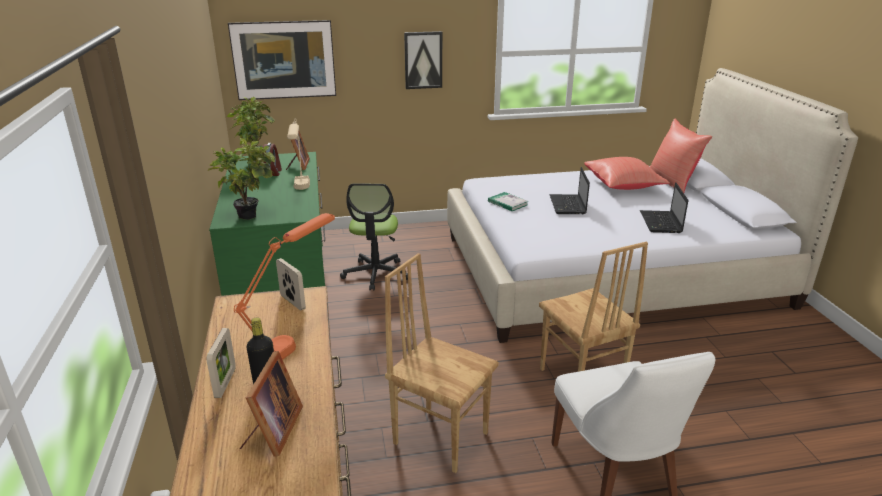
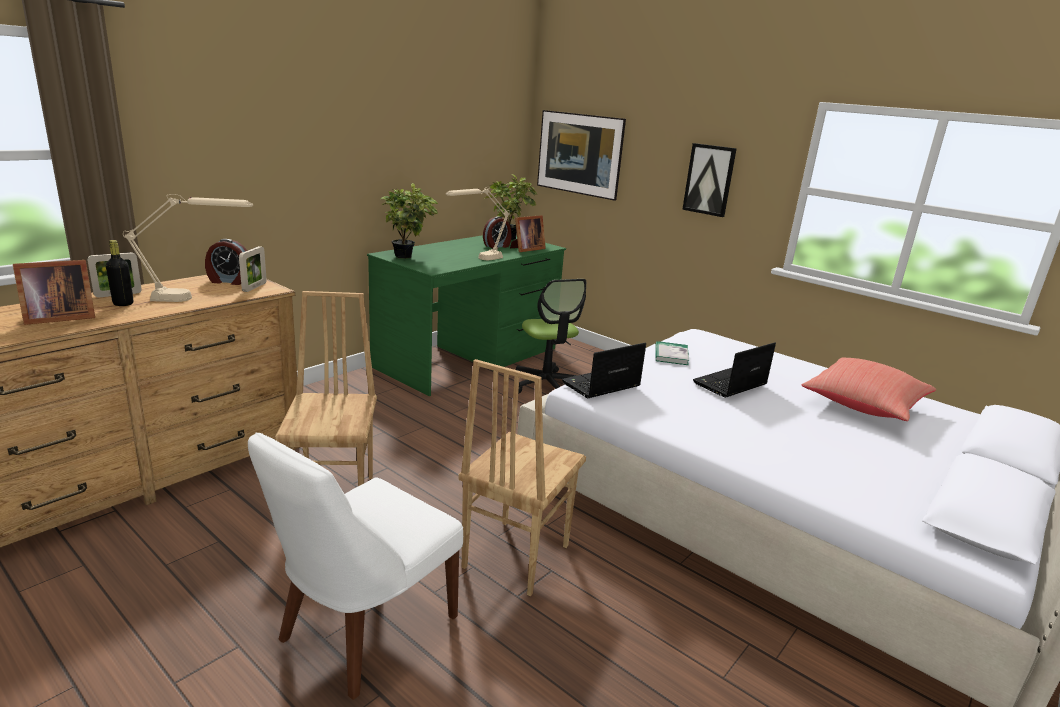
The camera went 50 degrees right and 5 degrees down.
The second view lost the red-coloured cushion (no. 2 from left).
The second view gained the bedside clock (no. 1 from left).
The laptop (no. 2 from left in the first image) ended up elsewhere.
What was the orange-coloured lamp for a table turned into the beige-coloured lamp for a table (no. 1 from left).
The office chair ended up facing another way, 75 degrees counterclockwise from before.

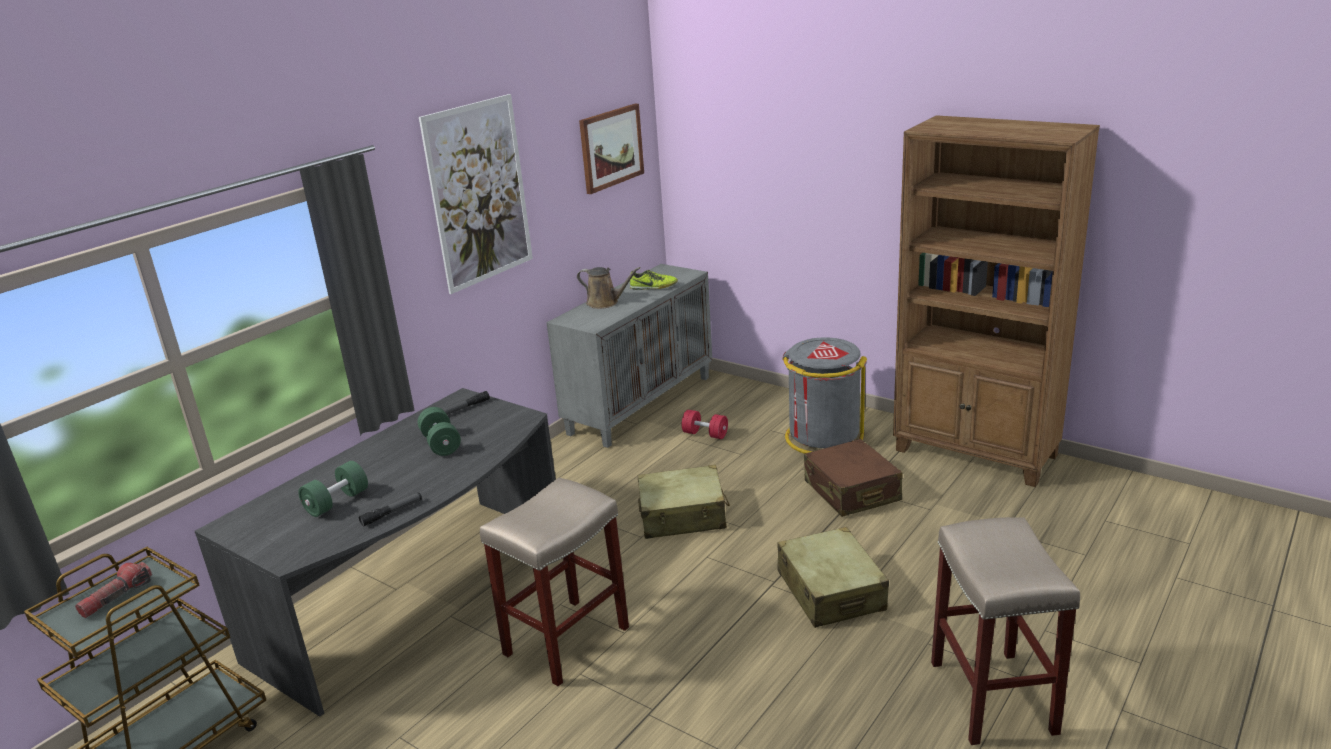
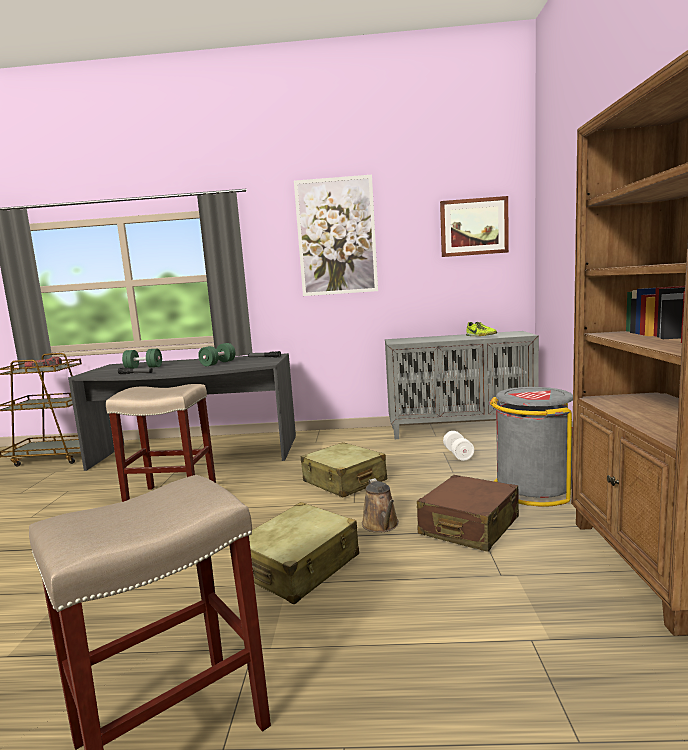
The camera went 55 degrees right and 15 degrees down.
The brown watering pot ended up elsewhere.
What was the red-coloured hand weight turned into the white-coloured hand weight.

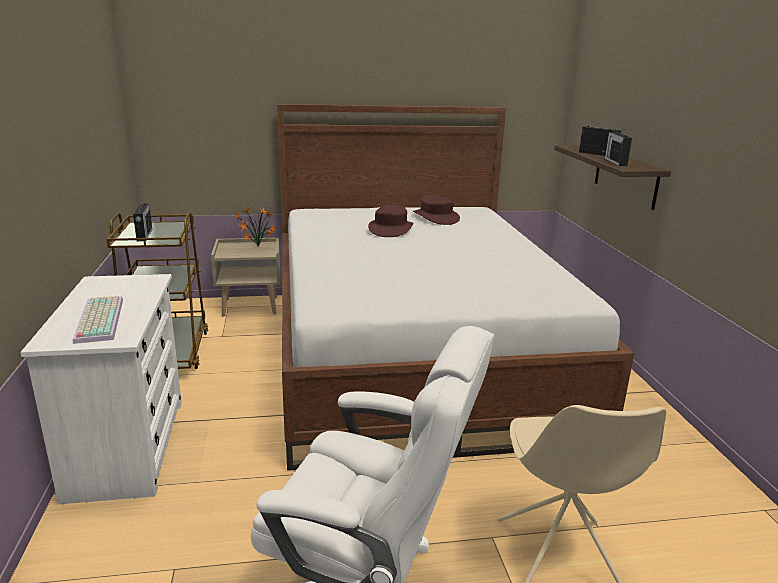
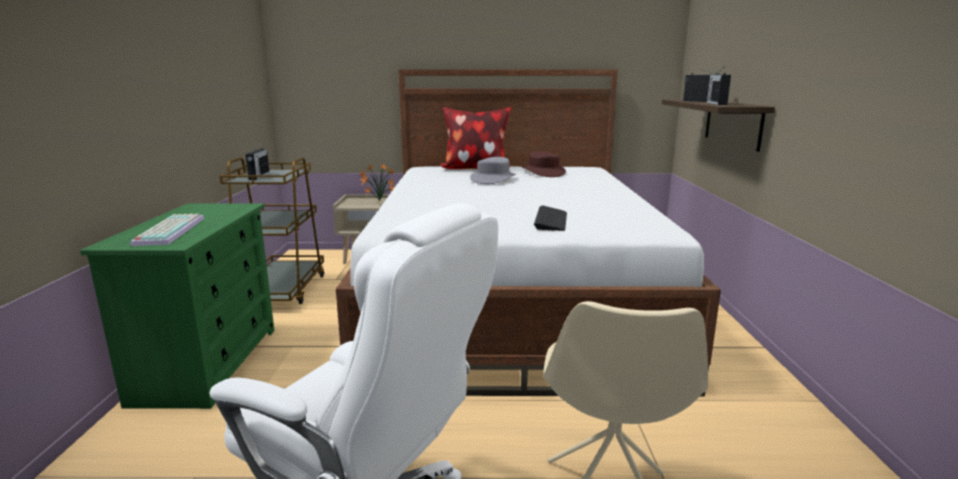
The camera went 10 degrees right and 5 degrees down.
The second view gained the cushion.
The second view gained the PC keyboard (no. 2 from left).
What was the white-coloured dresser turned into the green dresser.
What was the brown hat (no. 1 from left) turned into the grey hat.

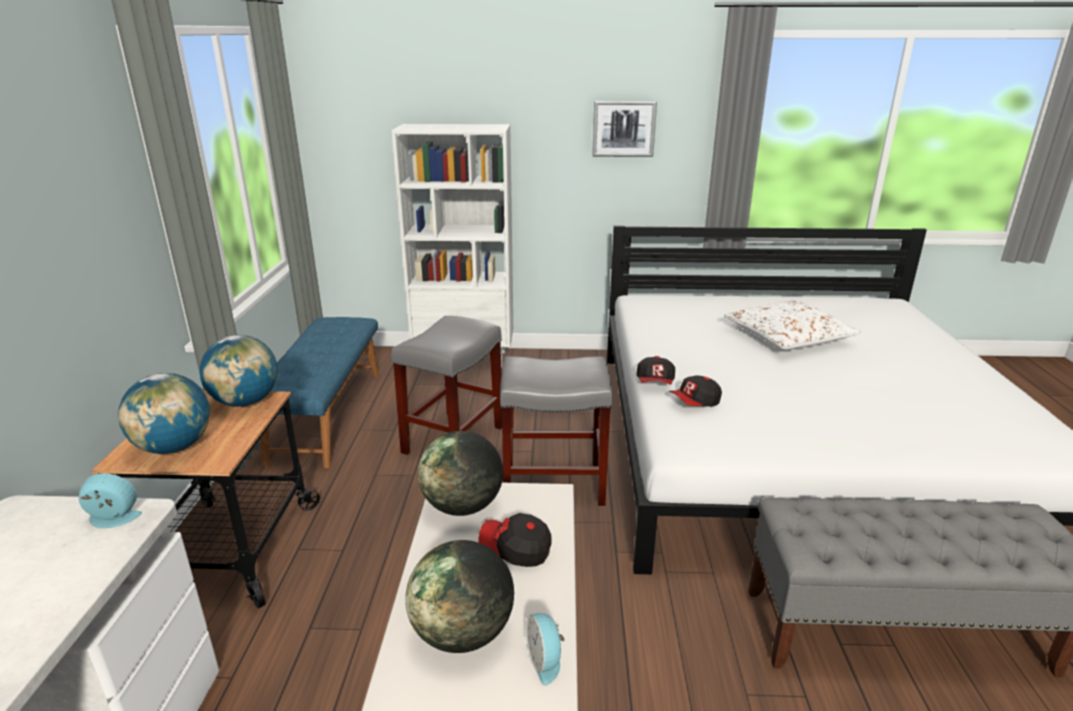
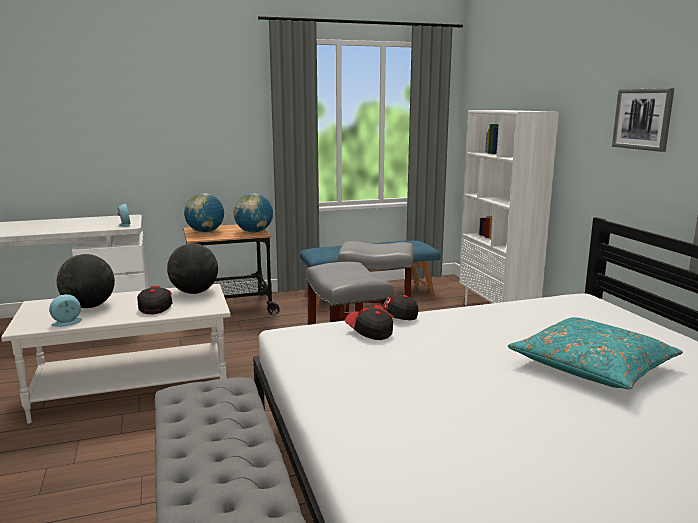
The camera went 70 degrees right and 10 degrees down.
What was the white-coloured cushion turned into the blue-green cushion.

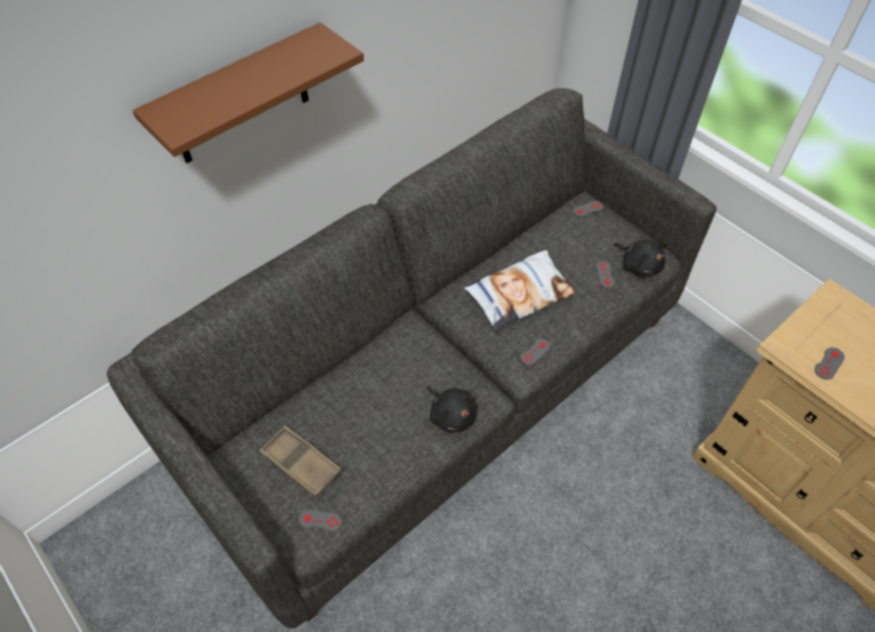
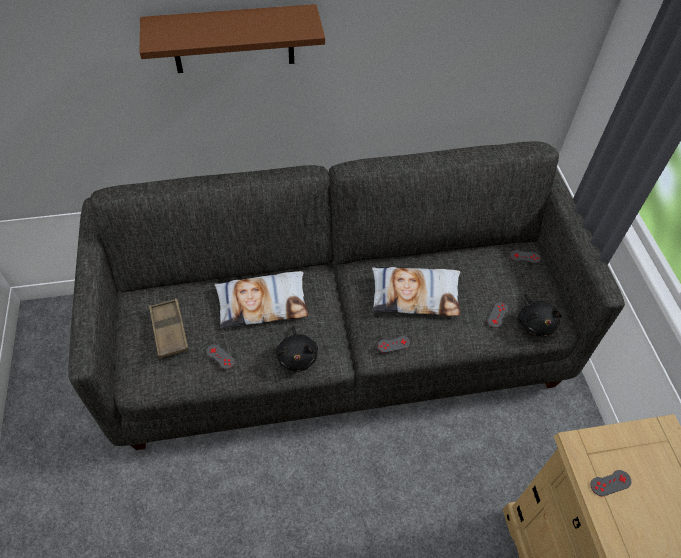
The camera went 30 degrees right and 0 degrees up.
The second view gained the cushion (no. 1 from left).
The grey joypad (no. 1 from left) ended up elsewhere.

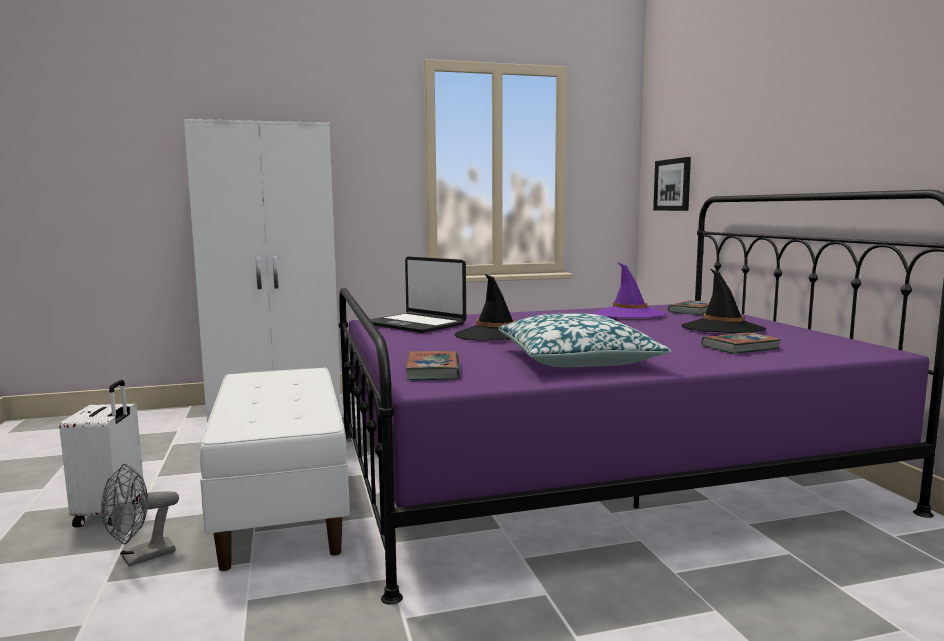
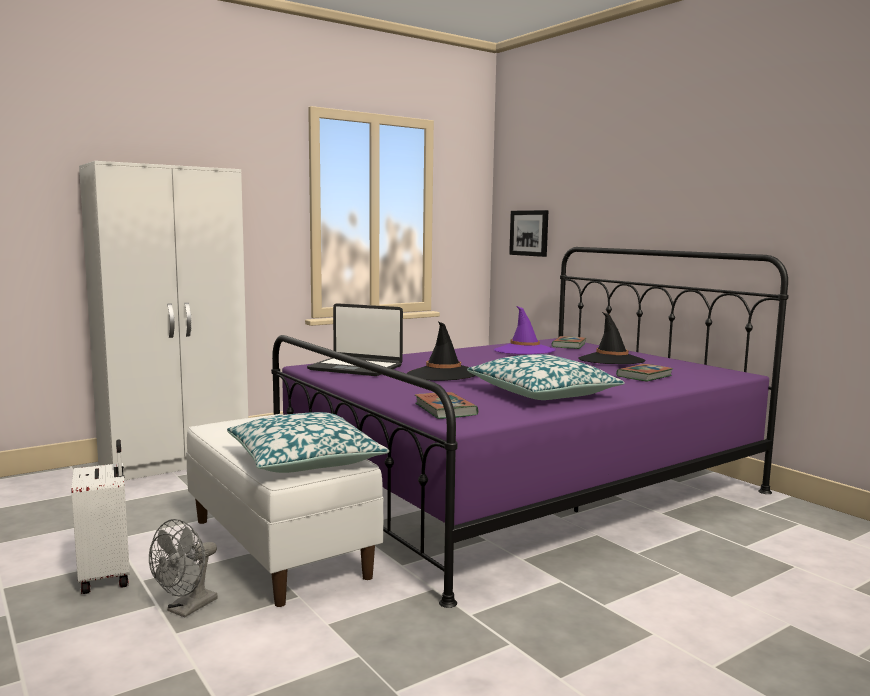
The camera went 20 degrees left and 0 degrees up.
The second view gained the cushion (no. 1 from left).

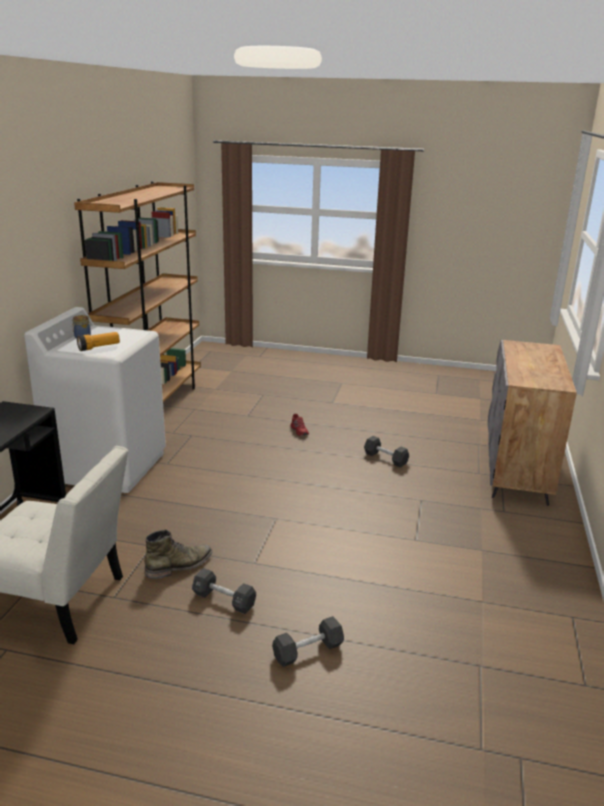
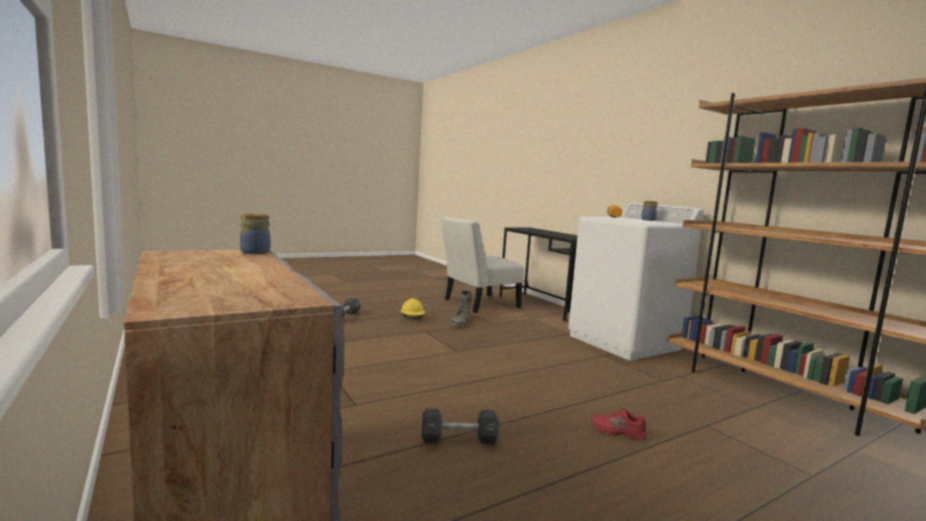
The camera went 135 degrees right and 15 degrees down.
The second view gained the preserve jar (no. 1 from left).
Where the black-coloured hand weight (no. 1 from left) stood, the yellow safety helmet came to stand.

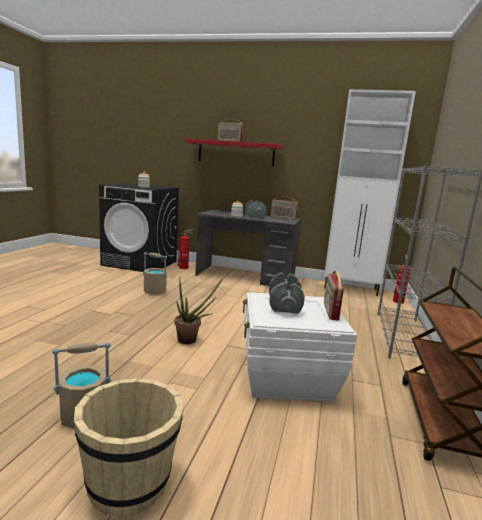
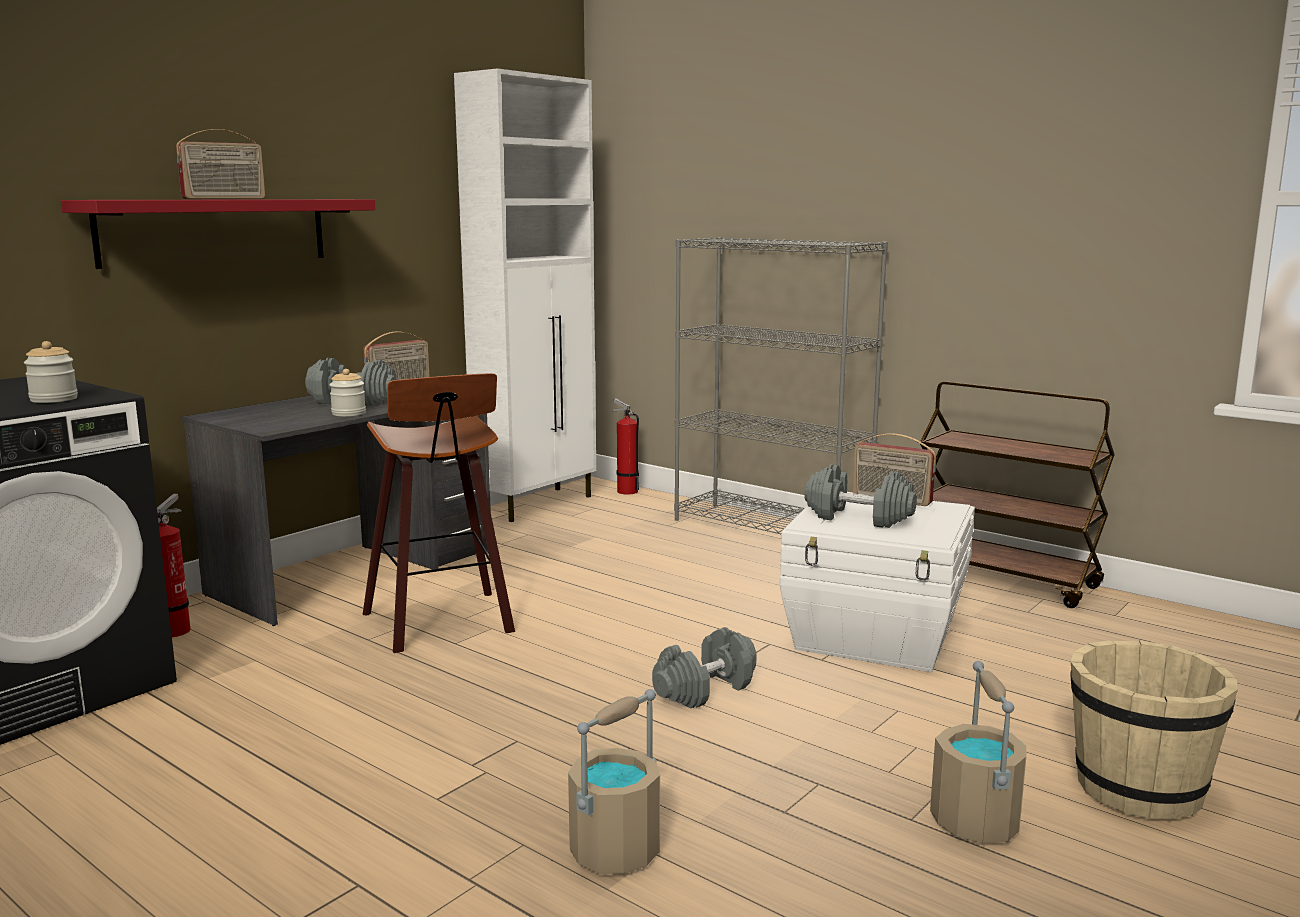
The camera went 65 degrees left and 0 degrees up.
The second view gained the stool.
The beige-coloured bucket (no. 3 from left in the first image) ended up elsewhere.
Where the potted plant stood, the grey hand weight (no. 2 from left) came to stand.

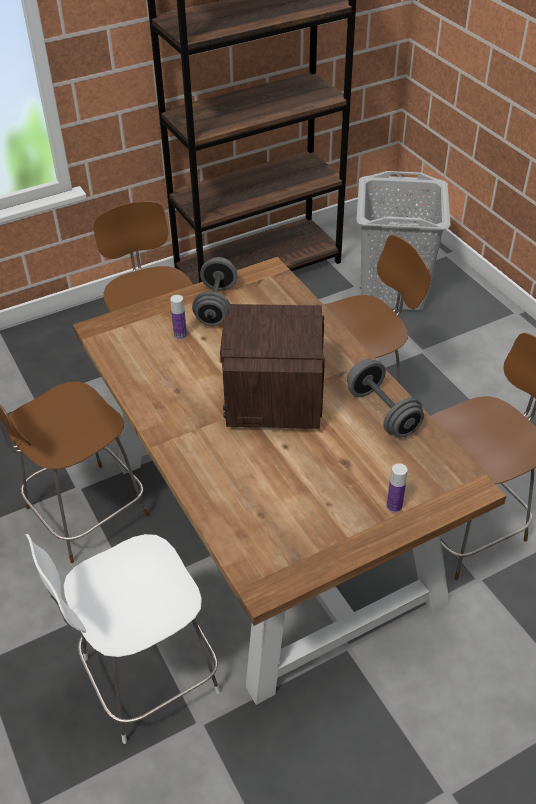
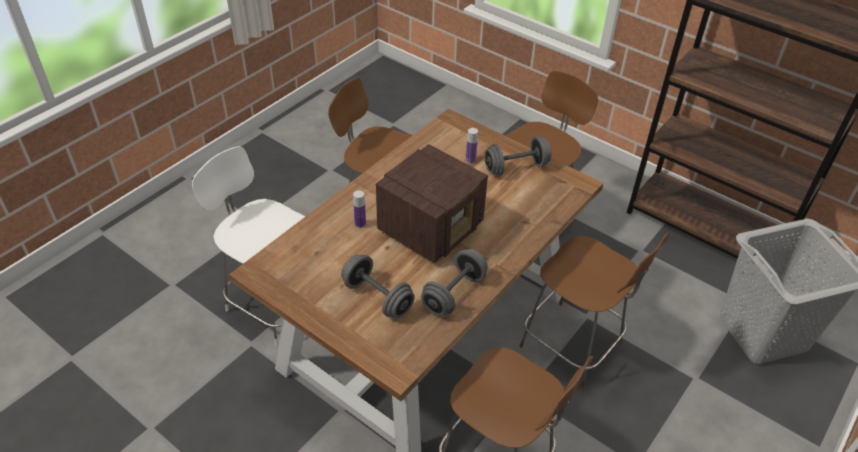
The camera went 65 degrees right and 0 degrees up.
The second view gained the grey hand weight (no. 1 from left).
The beverage bottle (no. 2 from left in the first image) ended up elsewhere.
The radio ended up facing another way, 150 degrees clockwise from before.

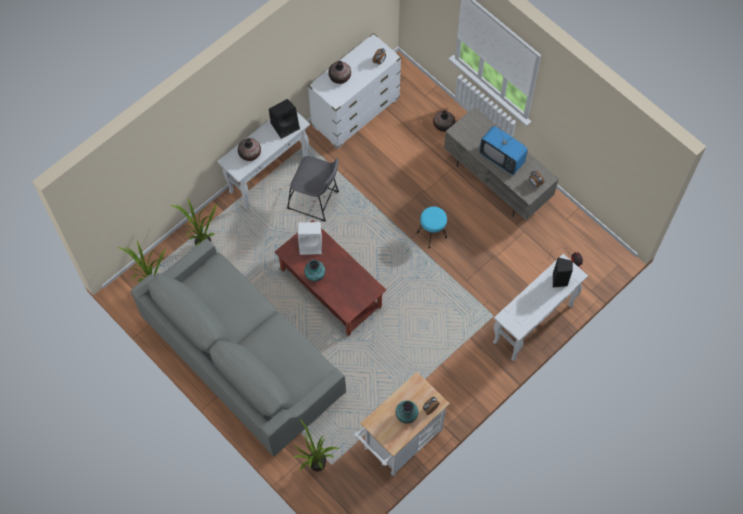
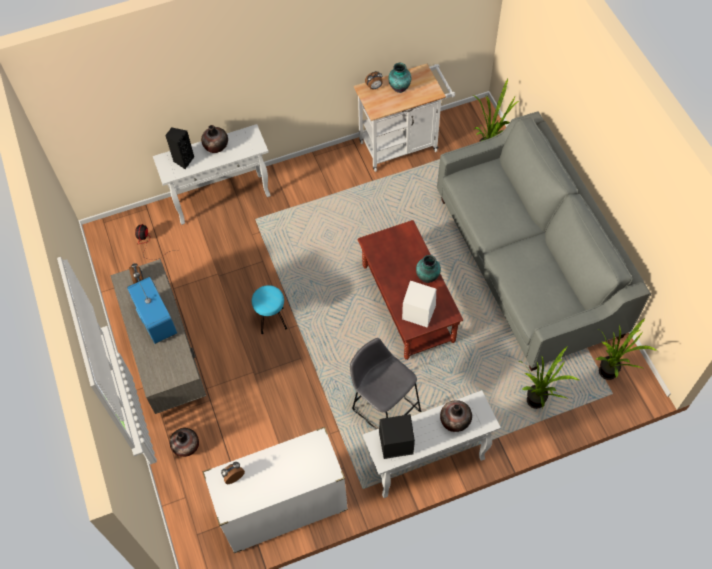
The camera went 155 degrees left and 5 degrees down.
The decorative vase (no. 3 from left in the first image) ended up elsewhere.

